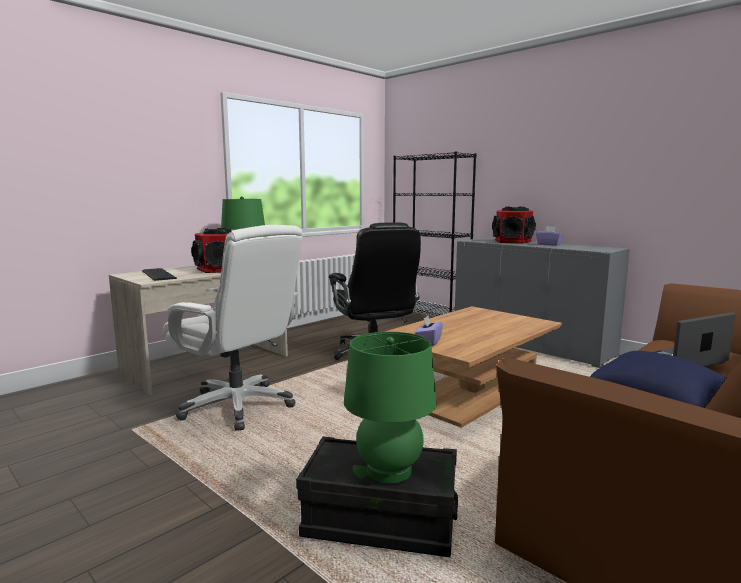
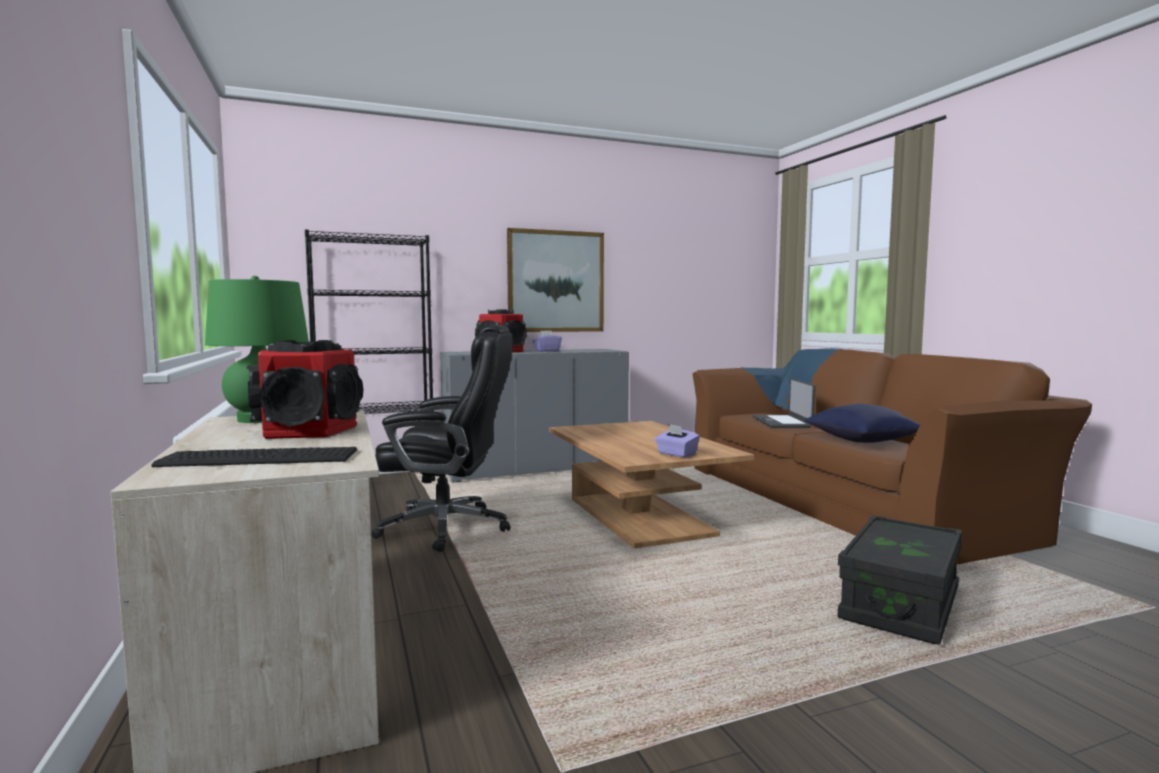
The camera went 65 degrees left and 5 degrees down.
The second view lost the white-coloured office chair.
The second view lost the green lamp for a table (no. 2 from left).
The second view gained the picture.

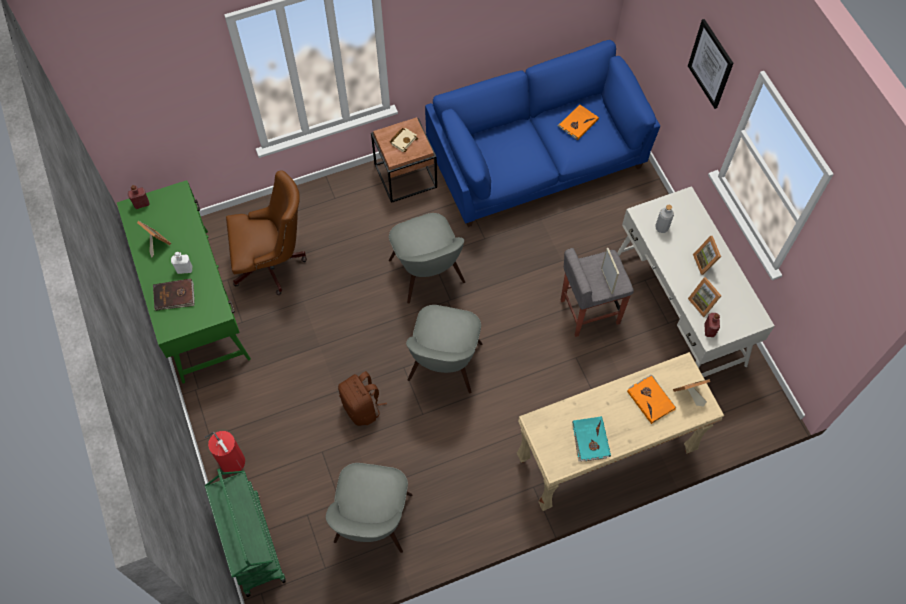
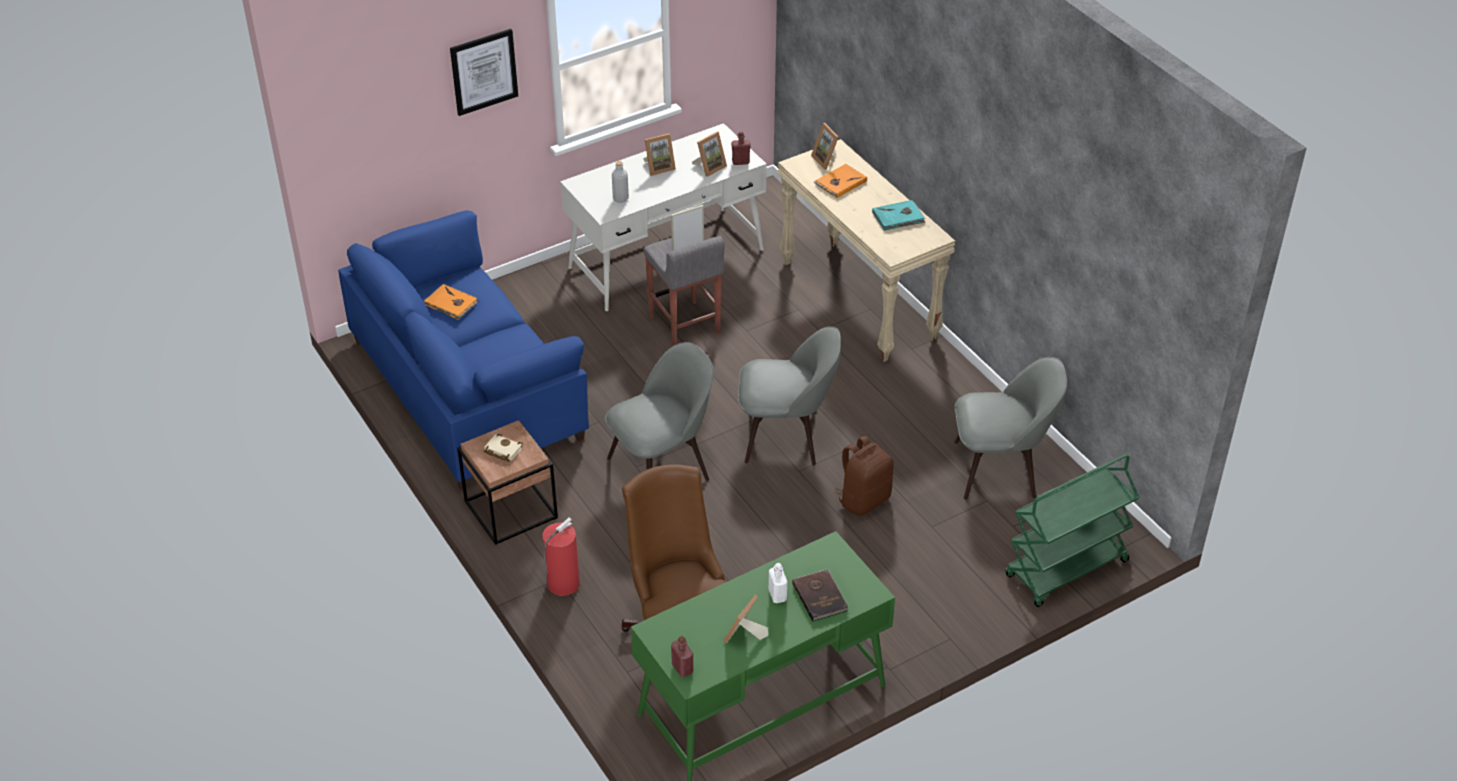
The camera went 100 degrees left and 20 degrees down.
The extinguisher ended up elsewhere.

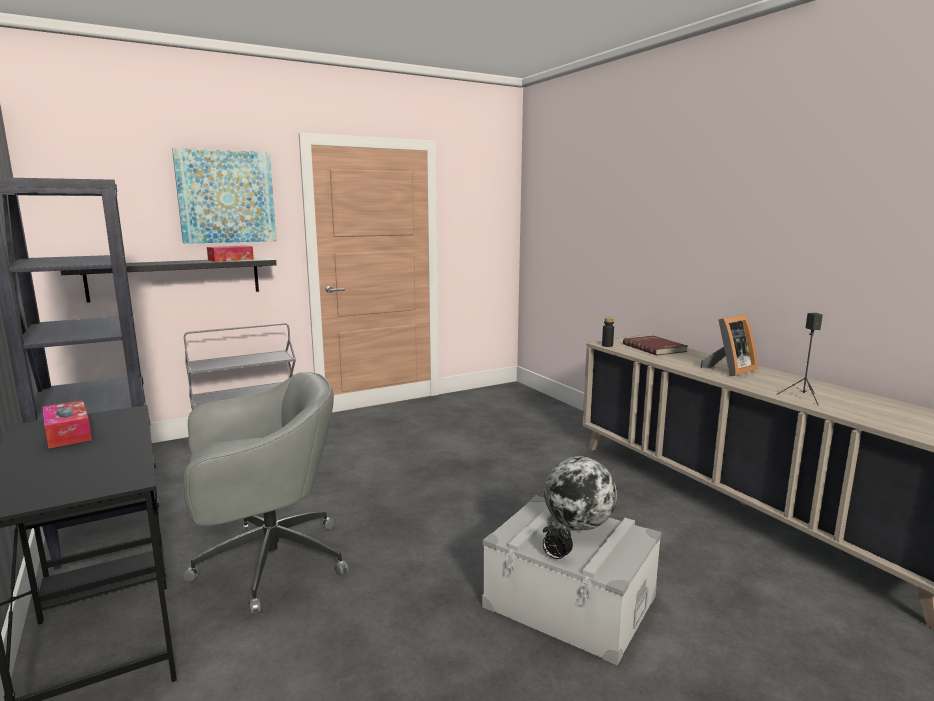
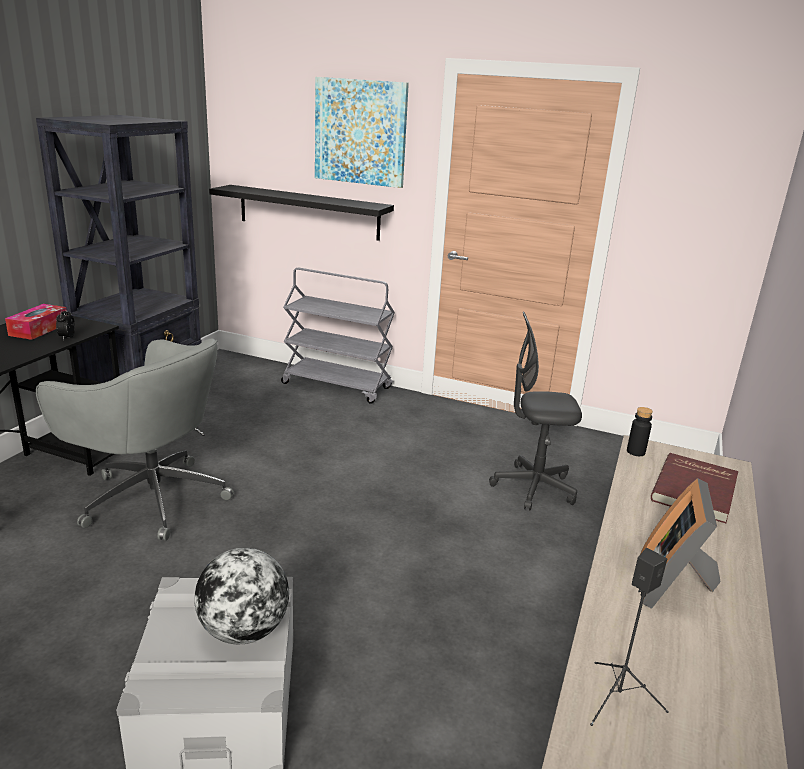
The camera went 50 degrees right and 10 degrees up.
The second view lost the box of tissues (no. 2 from left).
The second view gained the grey office chair (no. 2 from left).
The bedside clock ended up elsewhere.
The picture frame ended up facing another way, 90 degrees clockwise from before.

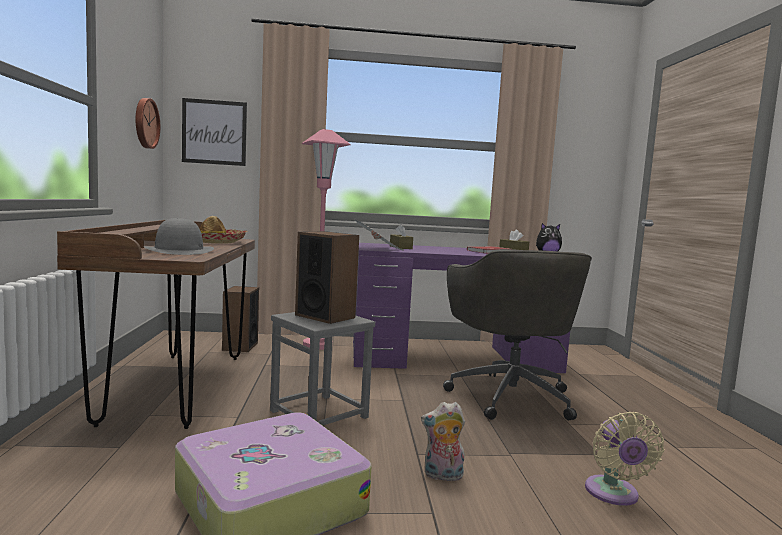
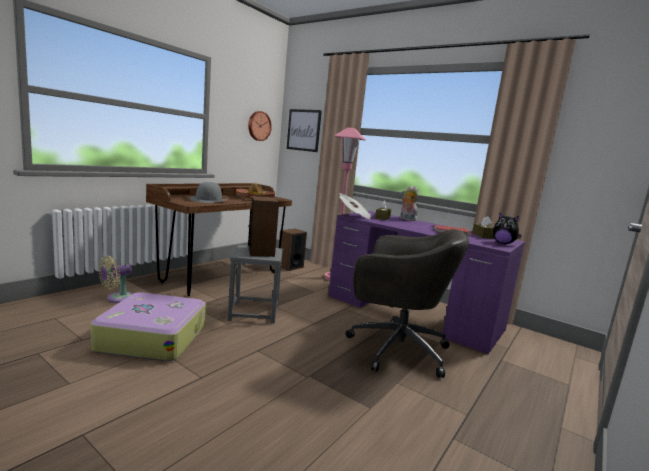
The camera went 40 degrees right and 5 degrees up.
The cuddly toy (no. 1 from left) ended up elsewhere.
The beige-coloured cooling fan ended up elsewhere.
The grey office chair ended up facing another way, 105 degrees counterclockwise from before.

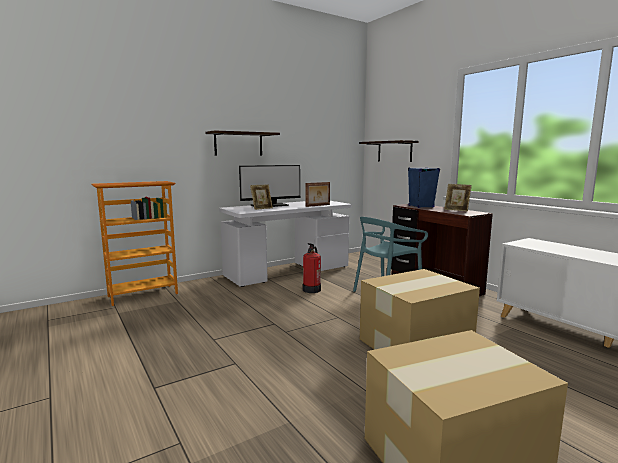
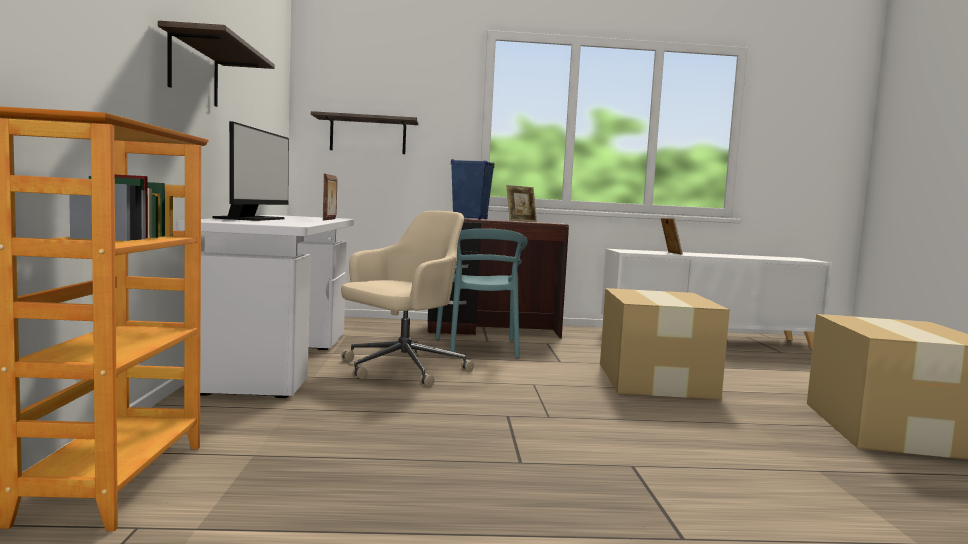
The camera went 60 degrees left and 5 degrees down.
The picture frame (no. 1 from left in the first image) ended up elsewhere.
Where the extinguisher stood, the beige-coloured office chair came to stand.

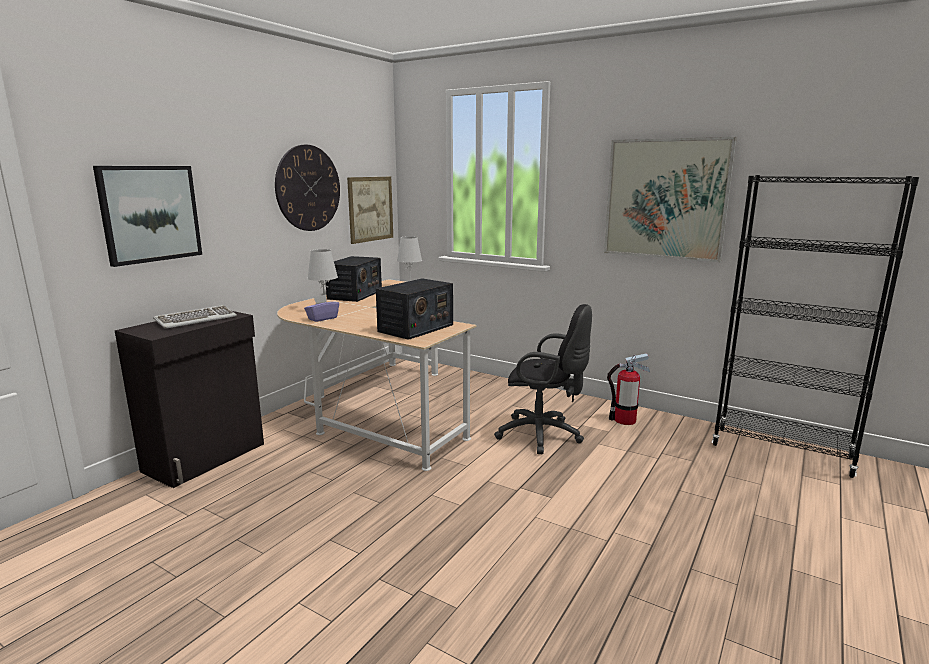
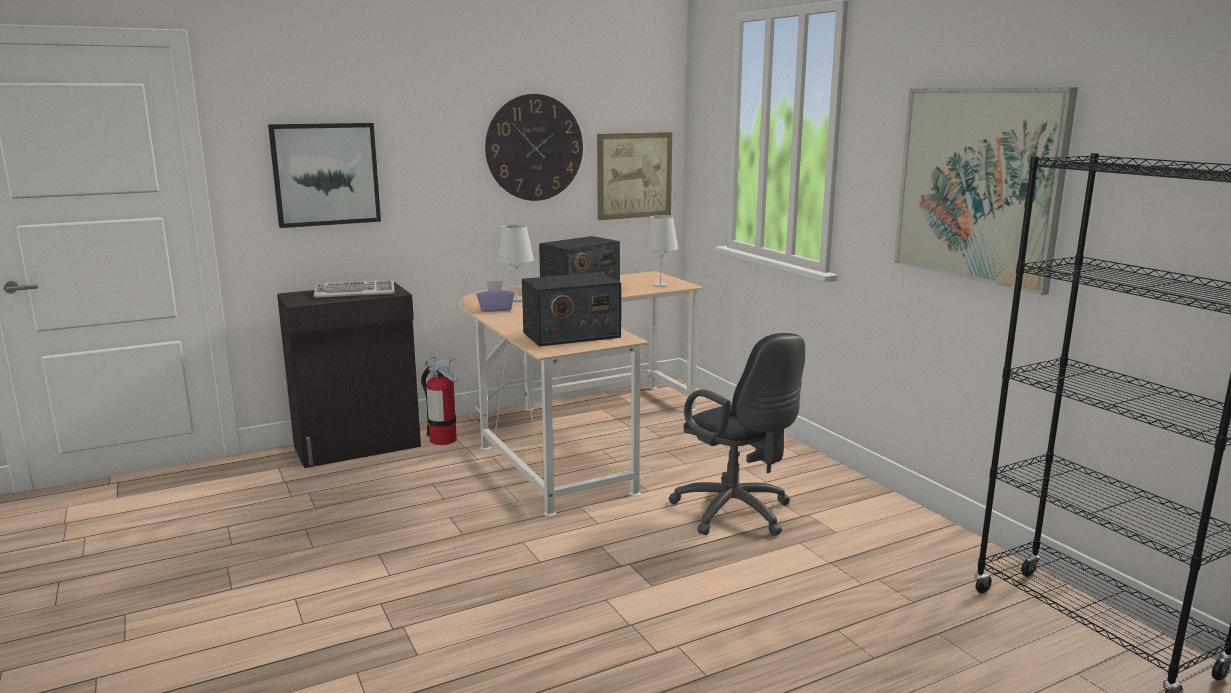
The camera went 30 degrees right and 0 degrees up.
The extinguisher ended up elsewhere.

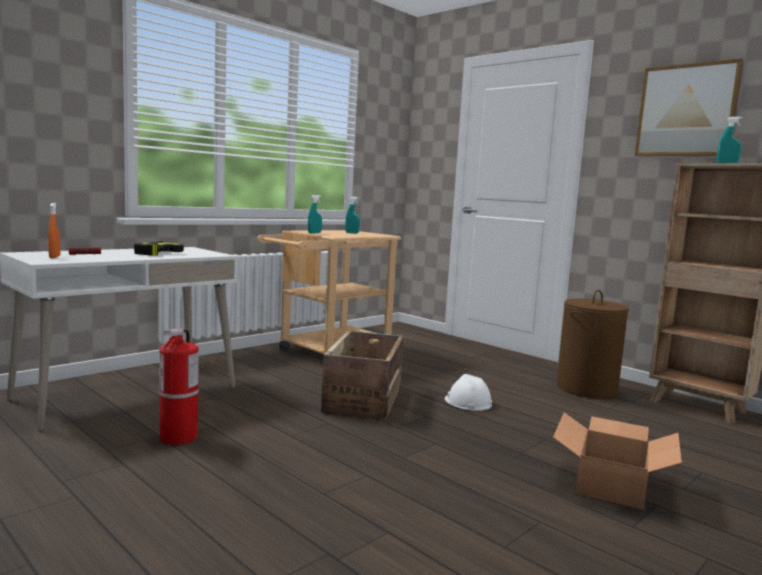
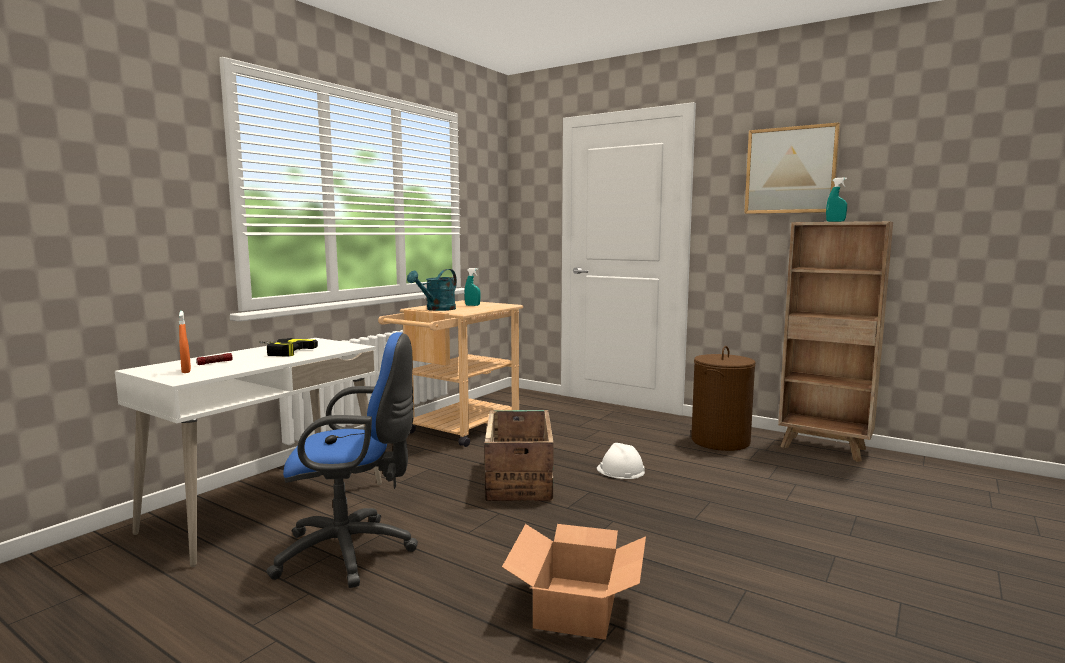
The camera went 10 degrees left and 0 degrees up.
The carton ended up elsewhere.
Where the extinguisher stood, the blue-coloured office chair came to stand.
Where the blue-green hand sprayer (no. 1 from left) stood, the blue-green watering pot came to stand.

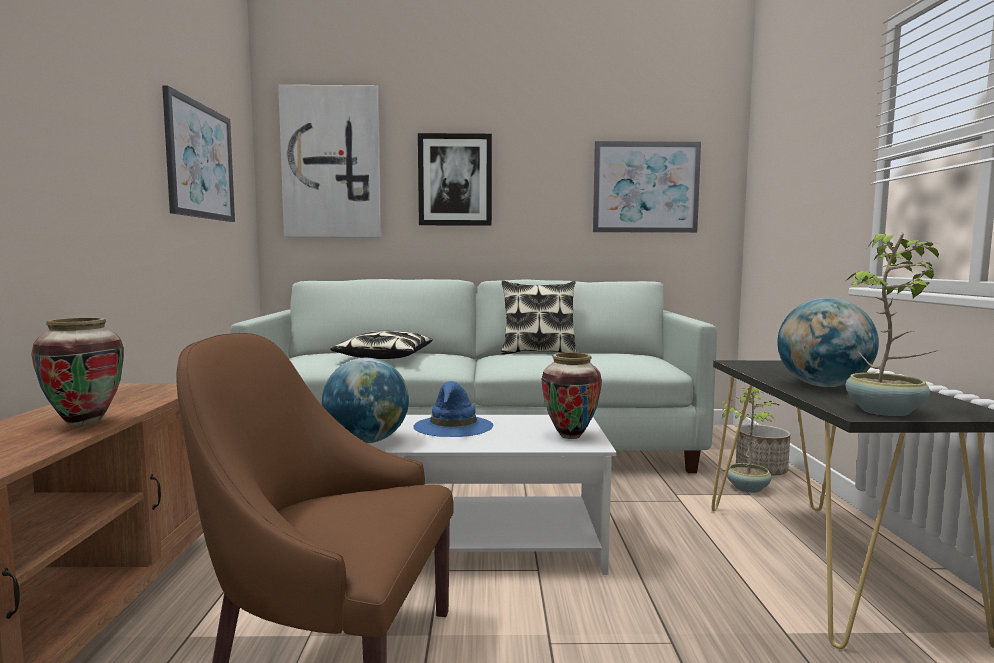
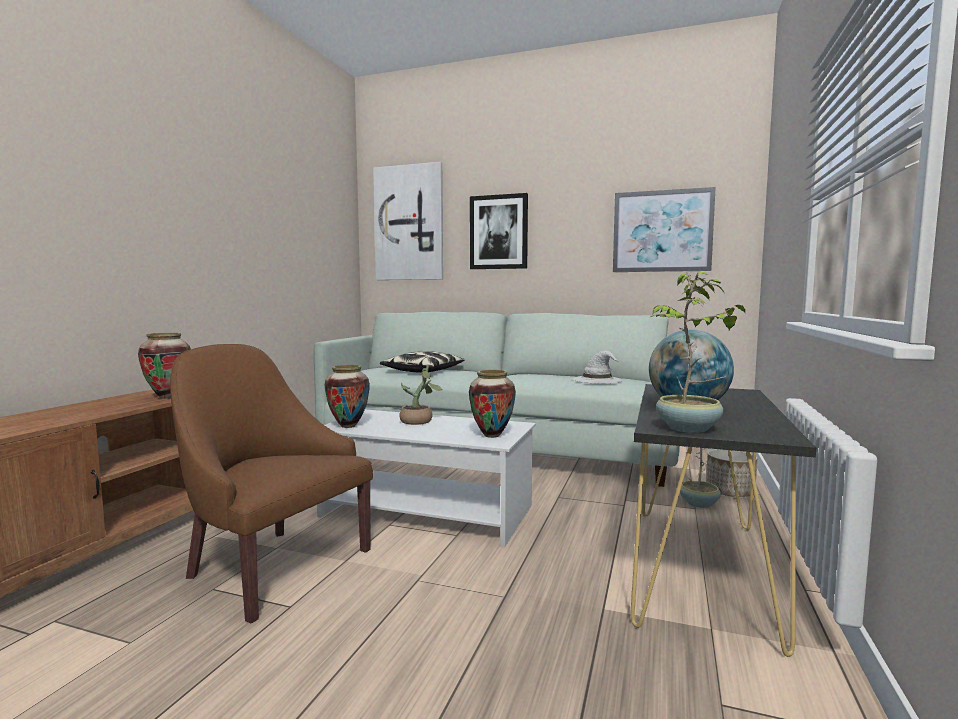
The camera went 20 degrees right and 0 degrees up.
The second view lost the picture (no. 1 from left).
The second view lost the cushion (no. 2 from left).
The second view gained the white-coloured hat.
Where the globe (no. 1 from left) stood, the decorative vase (no. 2 from left) came to stand.
Where the blue-coloured hat stood, the potted plant (no. 1 from left) came to stand.

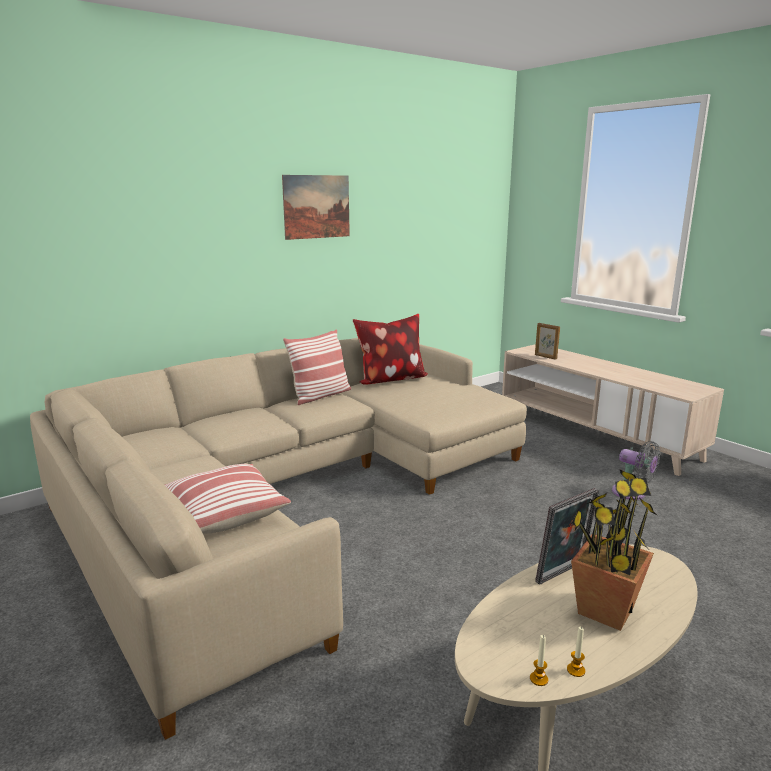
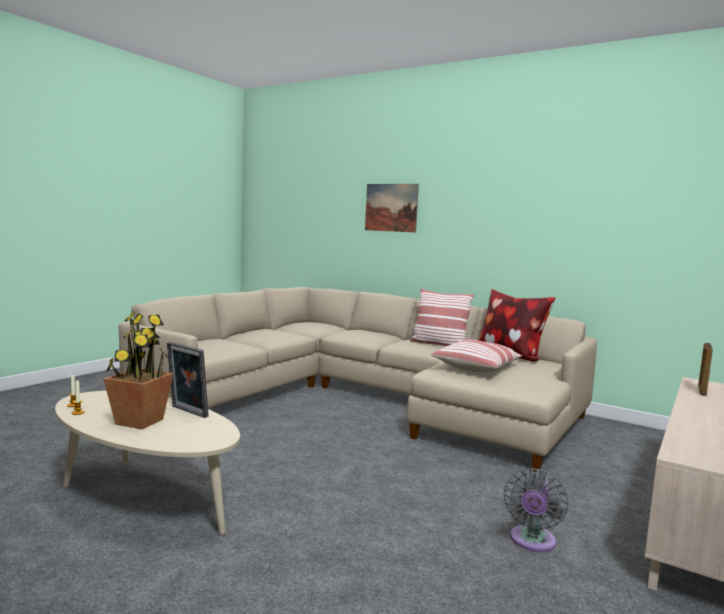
The camera went 70 degrees right and 10 degrees down.
The cushion (no. 1 from left in the first image) ended up elsewhere.
The picture ended up elsewhere.

